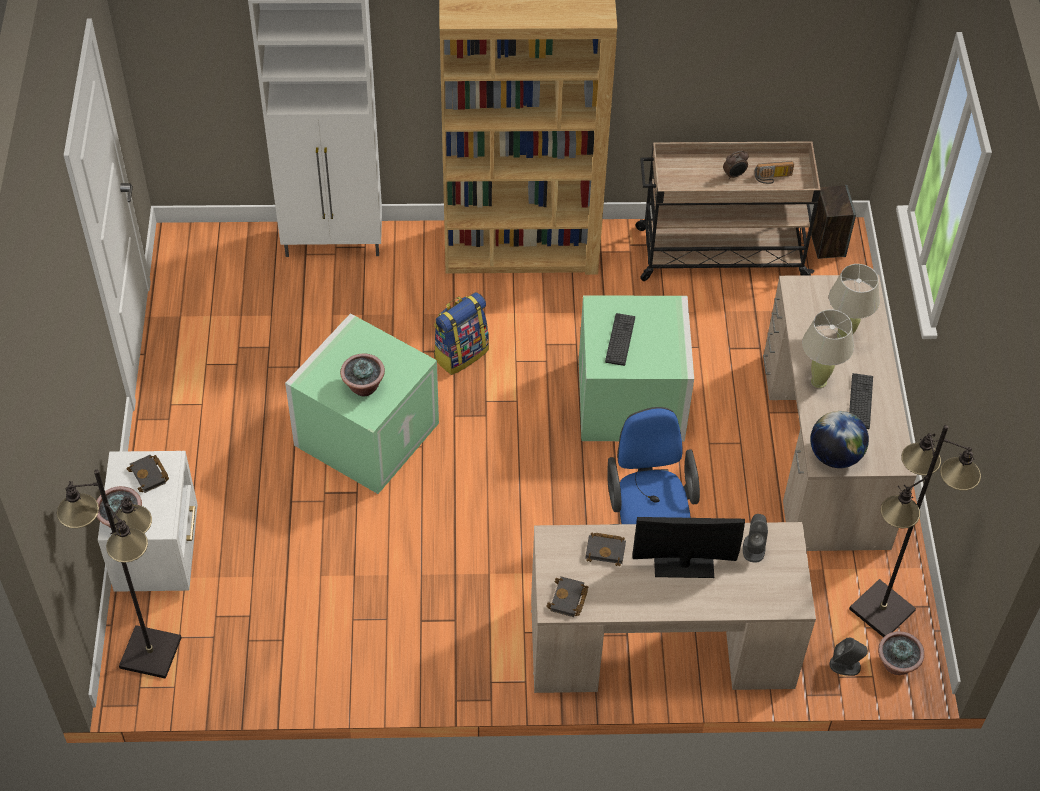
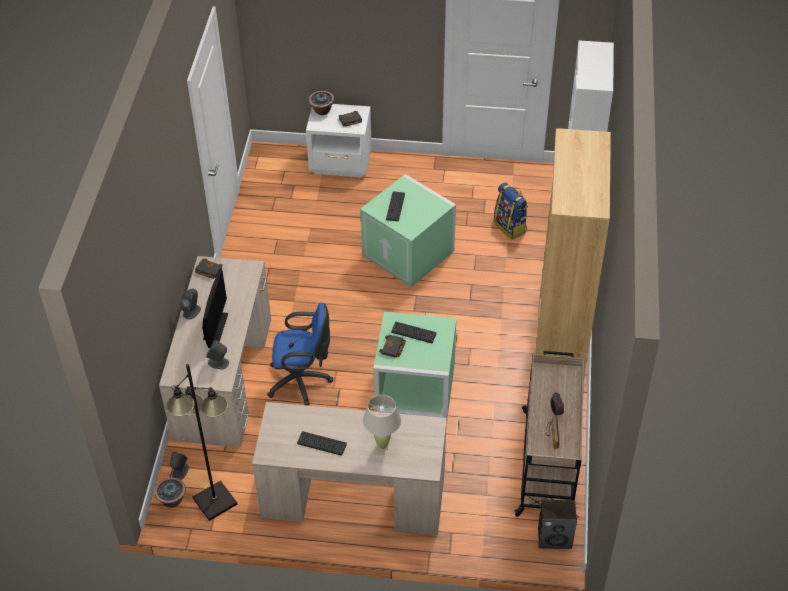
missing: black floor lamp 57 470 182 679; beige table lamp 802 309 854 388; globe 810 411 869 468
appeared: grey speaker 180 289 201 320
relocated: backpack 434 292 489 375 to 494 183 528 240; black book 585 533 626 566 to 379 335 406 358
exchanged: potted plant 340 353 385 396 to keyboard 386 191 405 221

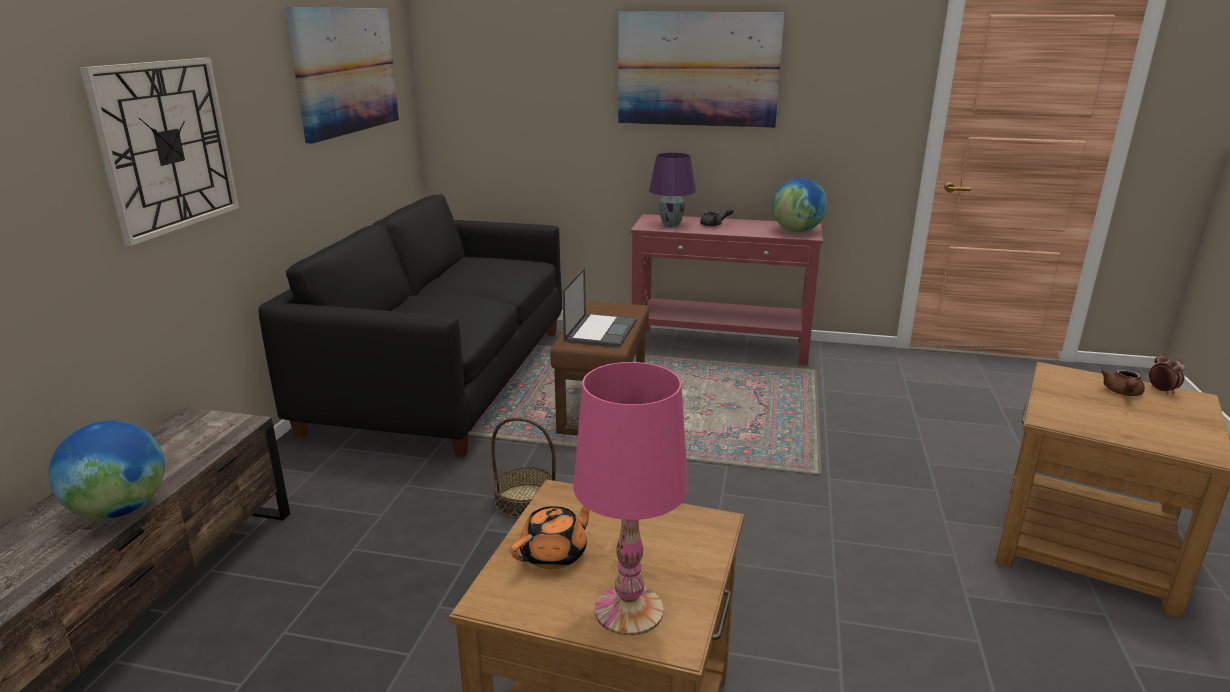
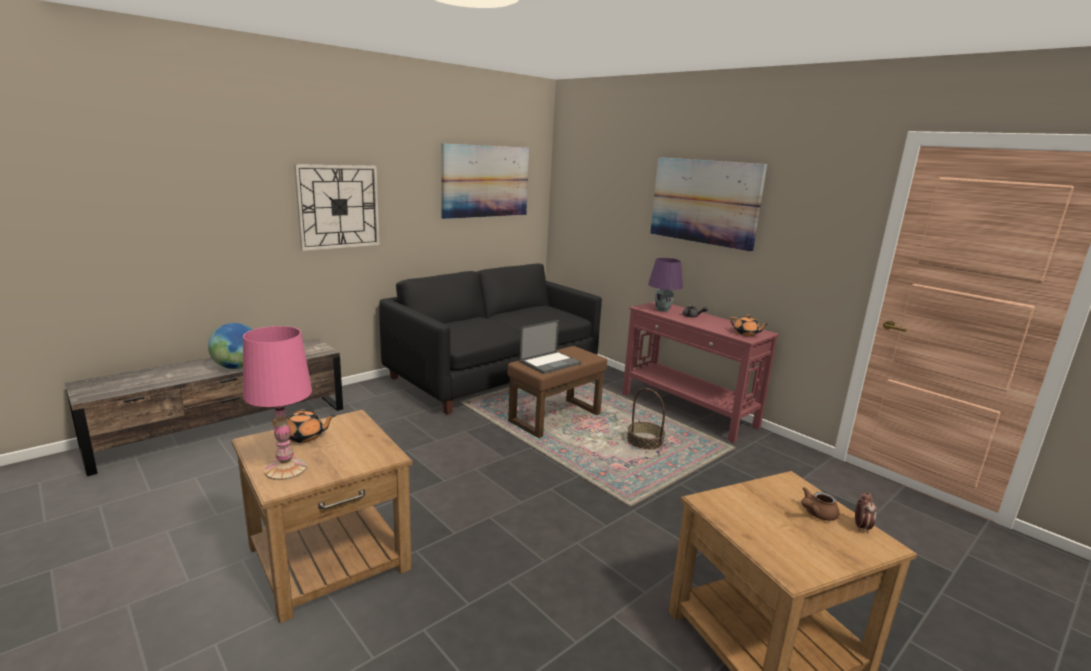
relocated: basket 491 417 556 519 to 627 388 665 450
exchanged: globe 772 178 827 232 to orange teapot 730 315 767 336

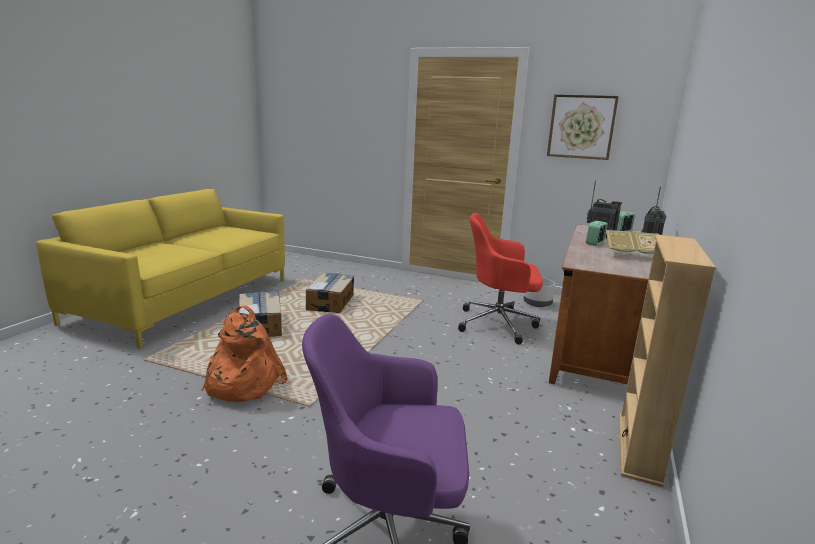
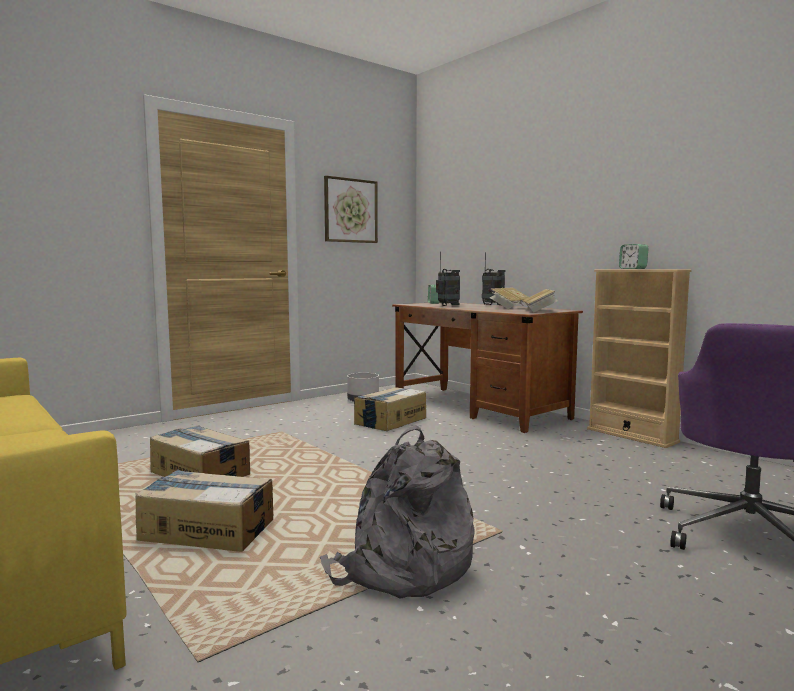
appeared: book 523 289 558 313
relocated: alarm clock 586 221 608 246 to 619 244 648 269
exchanged: red office chair 458 213 543 345 to cardboard box 354 387 426 431
colour: orange backpack 201 305 288 402 to grey backpack 320 425 474 599

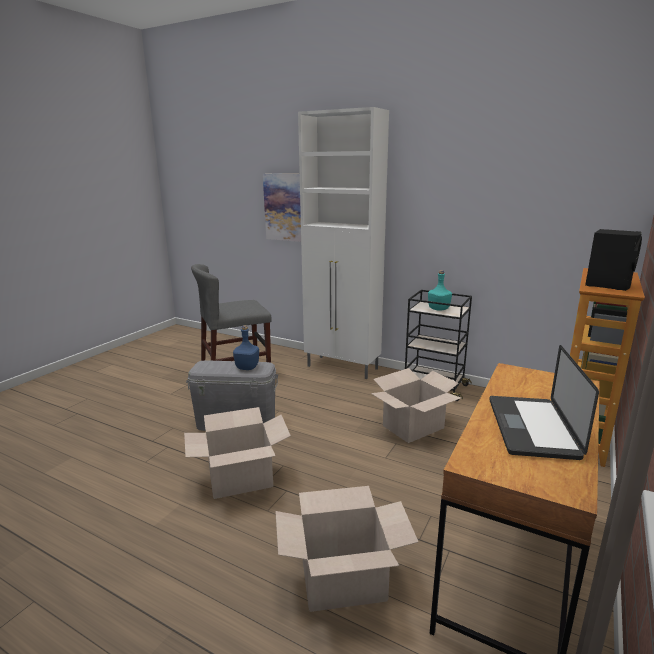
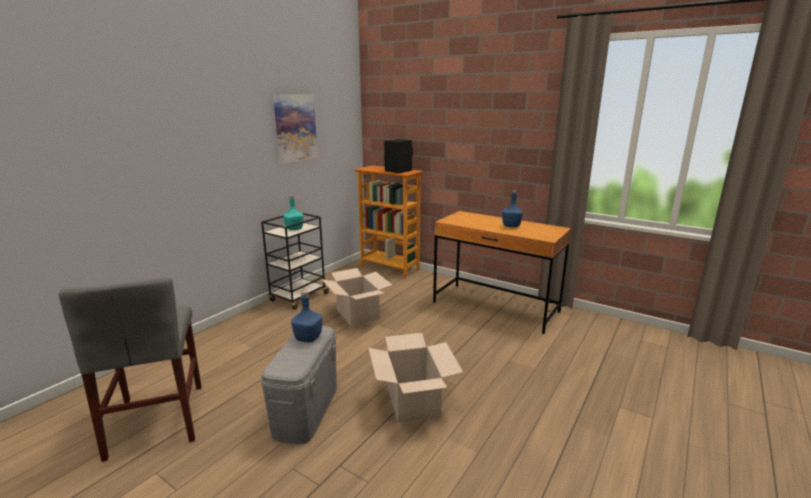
missing: cardboard box 275 486 418 612; white cabinet 298 107 389 379
relocated: picture 263 174 301 242 to 273 94 318 164
exchanged: laptop 489 345 599 460 to blue bottle 502 190 523 227

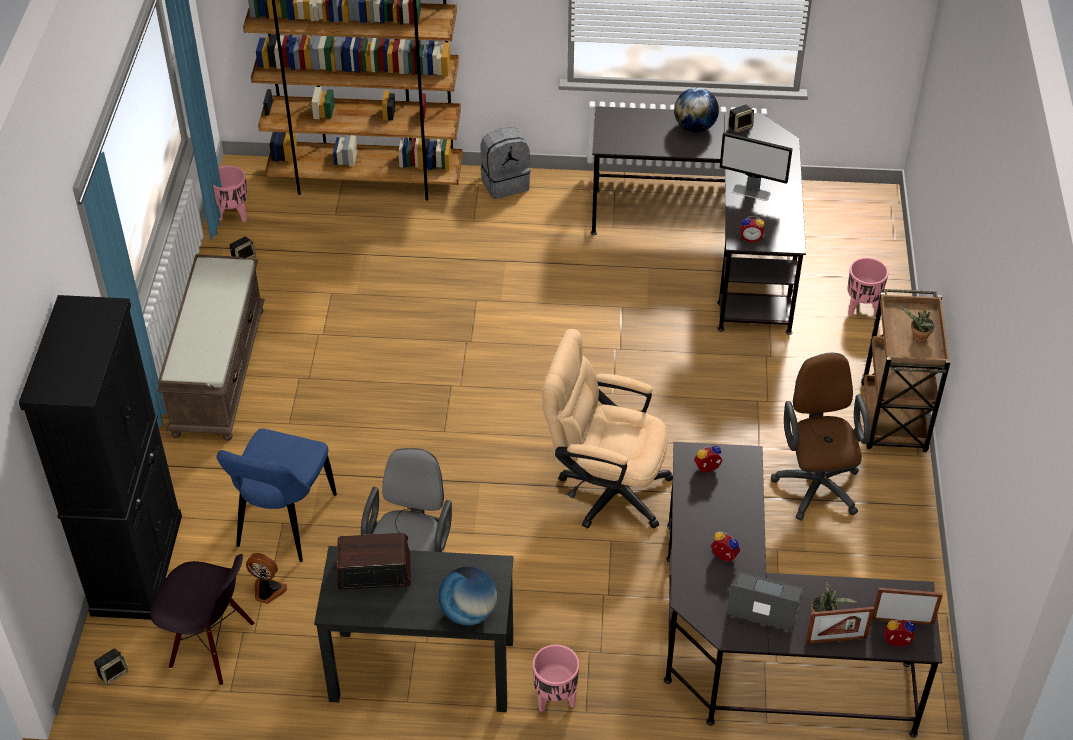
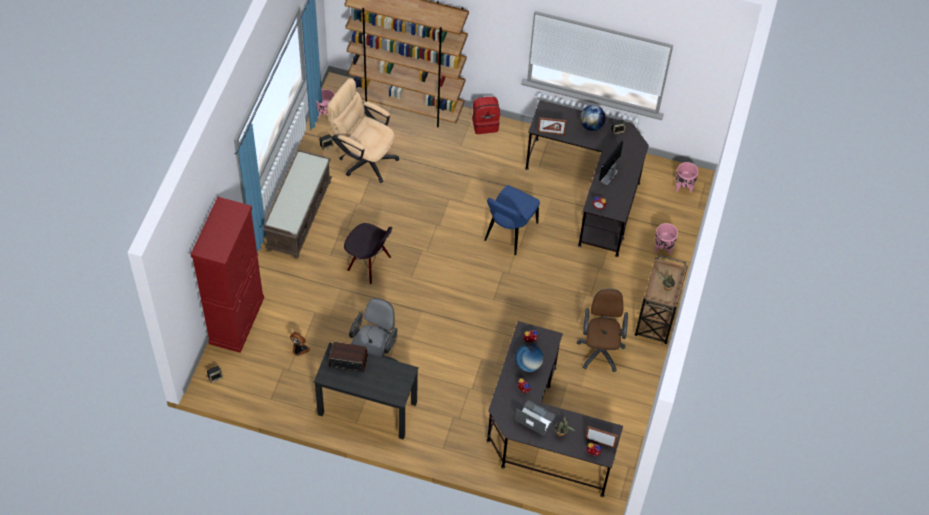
relocated: black chair 150 554 254 686 to 344 223 392 284; blue chair 217 428 337 562 to 484 185 540 255; globe 439 567 497 626 to 515 344 543 372; pink planter 532 644 579 712 to 675 162 699 193; beige office chair 542 329 673 529 to 327 78 399 183; picture frame 805 607 874 644 to 538 117 567 135
colour: black cabinet 19 295 182 620 to red cabinet 190 197 264 353; grey backpack 481 127 531 199 to red backpack 472 97 500 134
spun: monitor 719 132 792 201 = 599 140 623 185 90 degrees clockwise

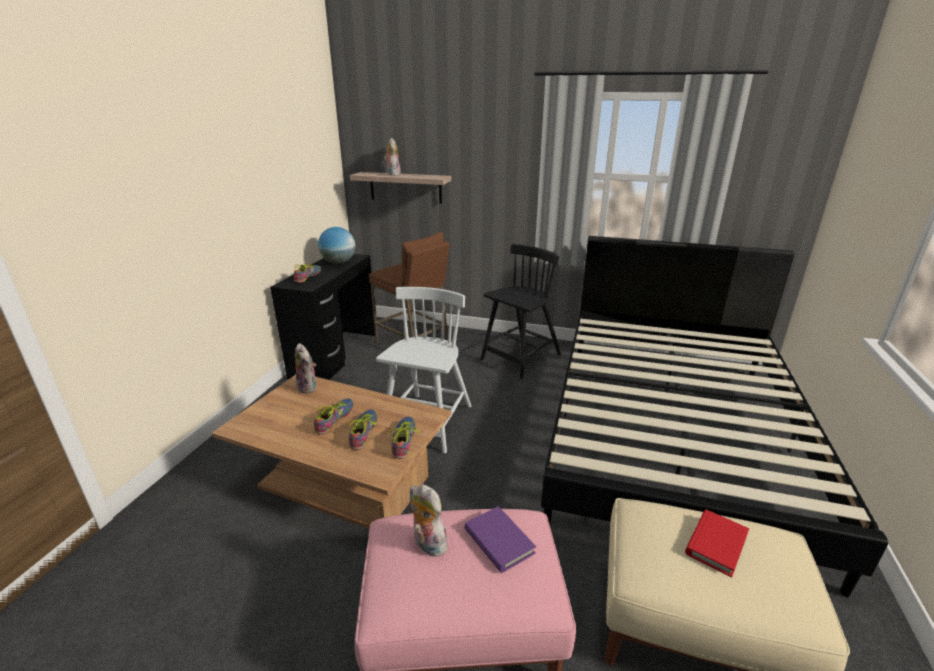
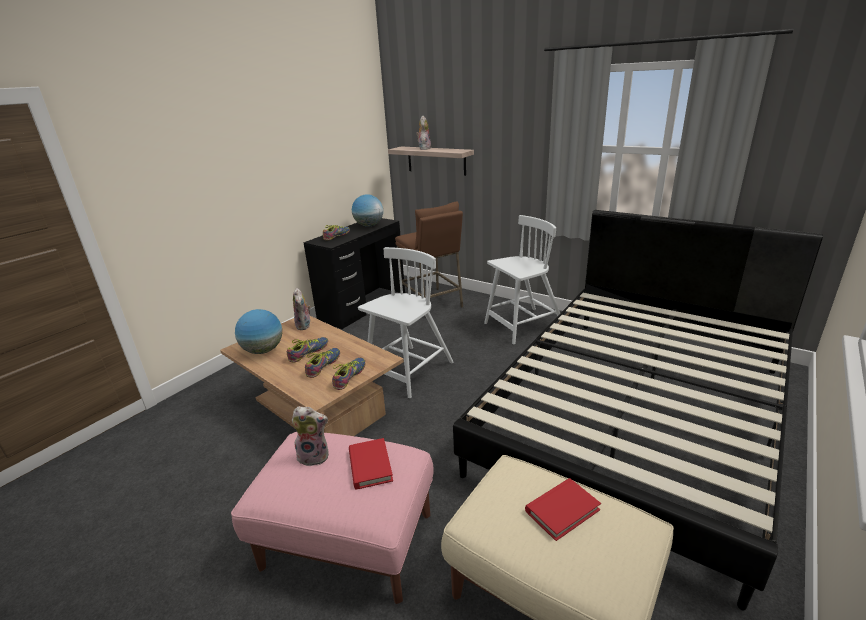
appeared: globe 235 309 282 354
colour: purple book 464 506 536 573 to red book 349 438 393 490; black chair 481 244 561 379 to white chair 484 215 560 345
spun: plush toy 410 484 448 557 = 292 406 329 466 120 degrees clockwise

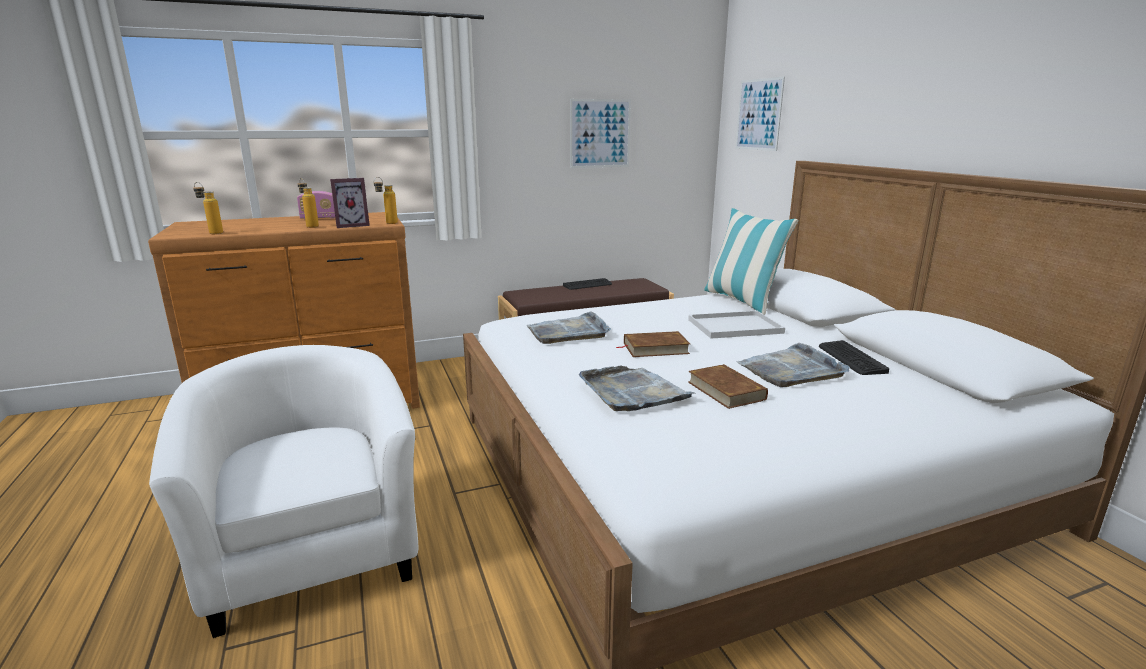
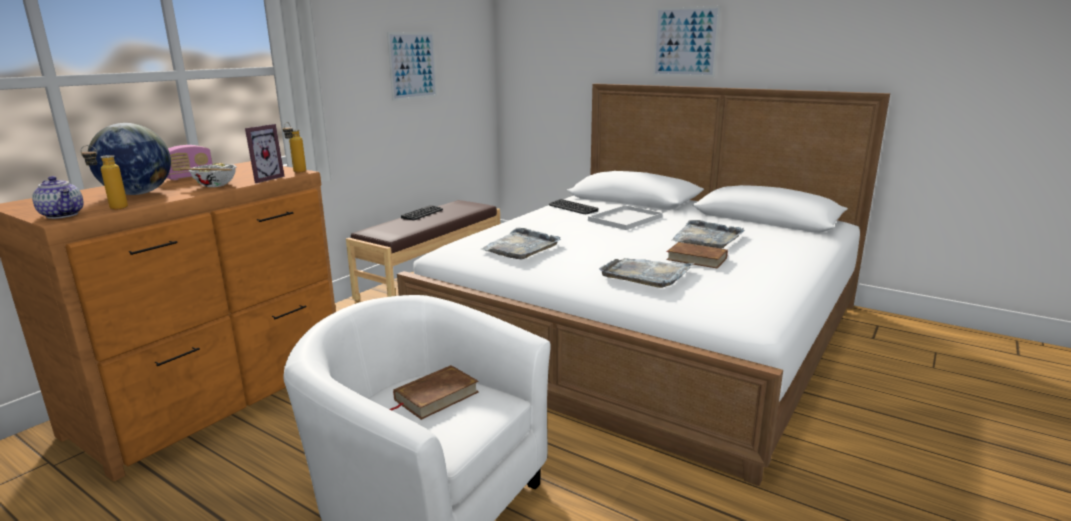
missing: pillow 704 208 798 315
appeared: teapot 32 176 84 219; globe 88 123 171 195
relocated: brown book 616 331 690 357 to 389 365 479 420; picture 736 77 785 151 to 653 6 721 77; keyboard 819 340 889 375 to 549 199 598 214
exchanged: bottle 298 178 319 228 to bowl 180 163 237 187

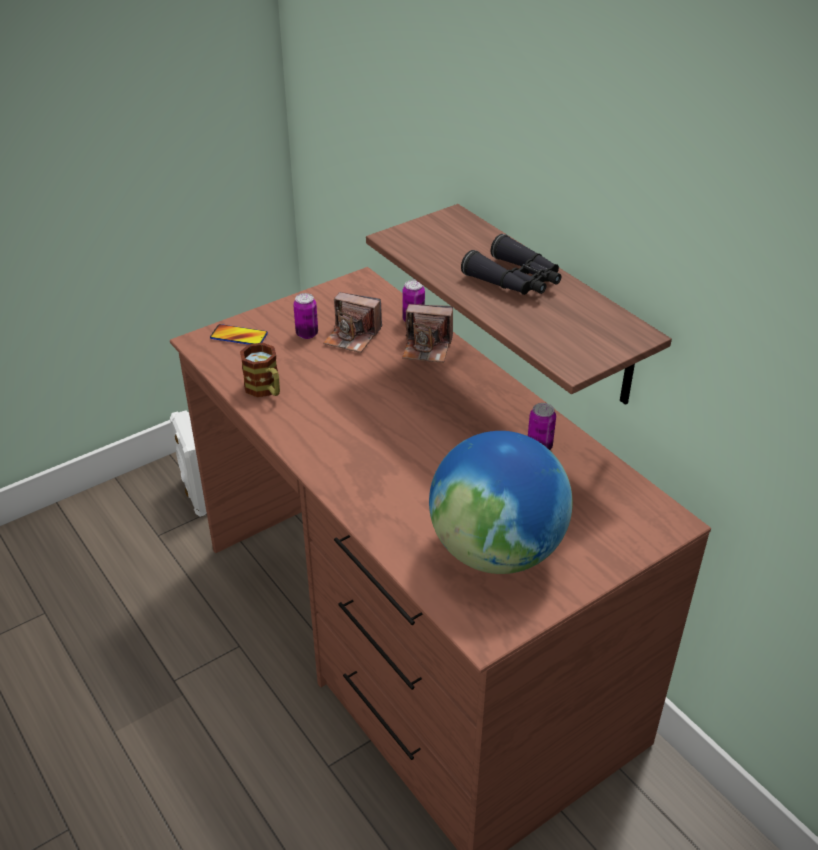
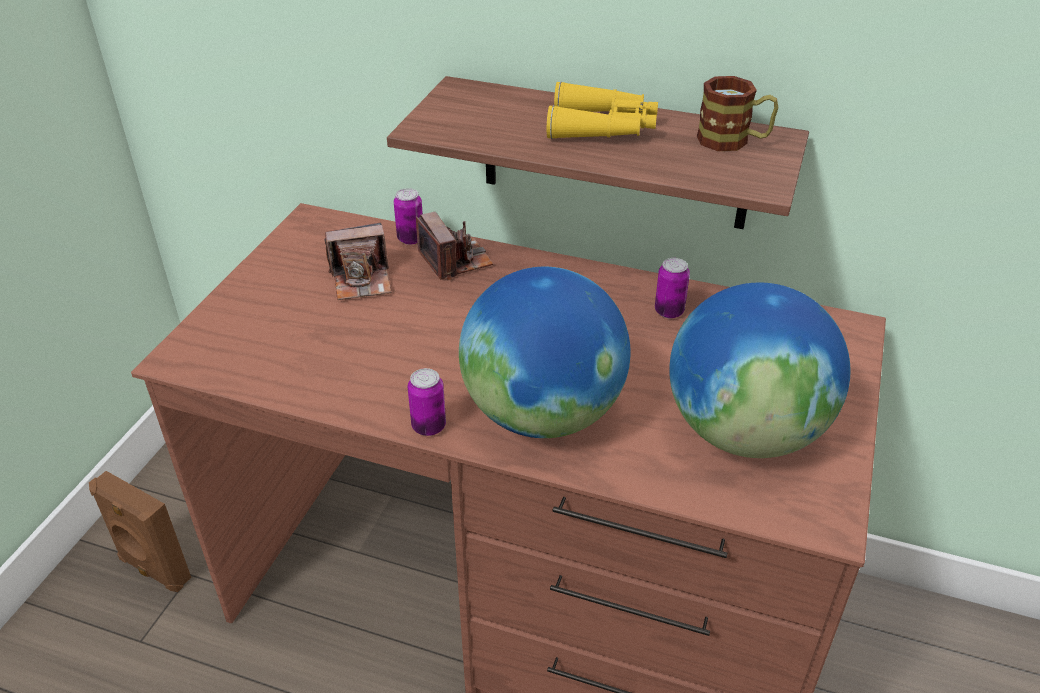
missing: phone 210 324 268 345
appeared: globe 459 267 630 438
relocated: mug 240 343 280 397 to 697 76 779 151; can 293 293 318 339 to 408 368 446 436
colour: white speaker 170 410 207 517 to brown speaker 89 471 191 592; black binoculars 461 234 562 295 to yellow binoculars 547 81 658 139
spun: photo camera 402 304 453 363 = 416 212 493 280 90 degrees counterclockwise

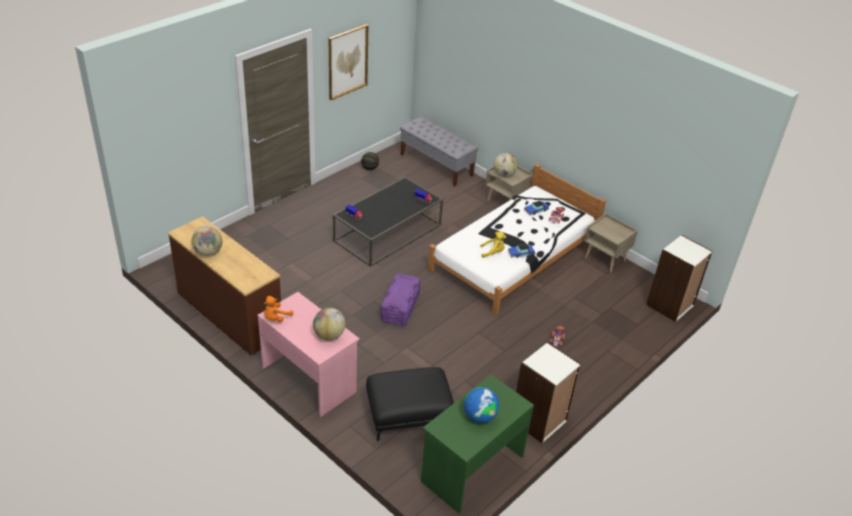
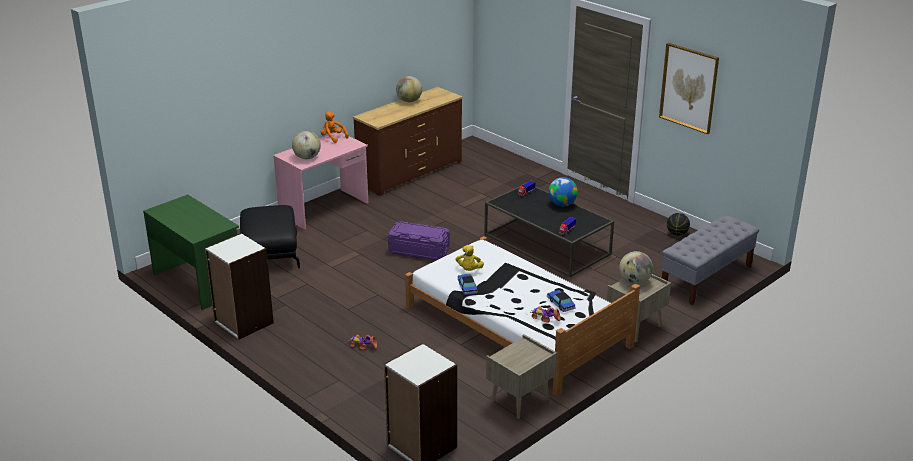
relocated: globe 464 387 499 423 to 548 177 578 206

